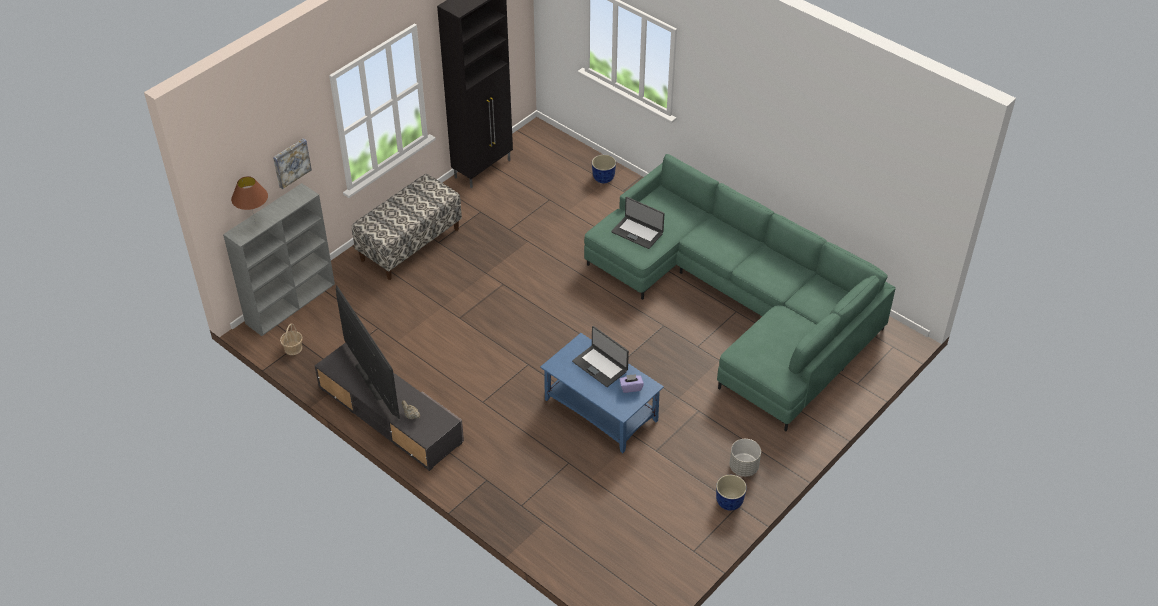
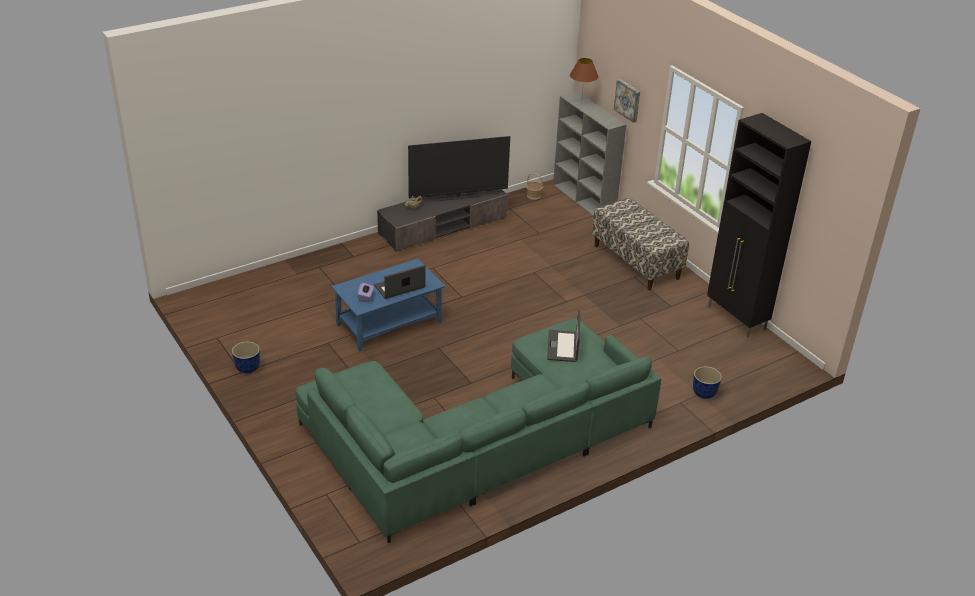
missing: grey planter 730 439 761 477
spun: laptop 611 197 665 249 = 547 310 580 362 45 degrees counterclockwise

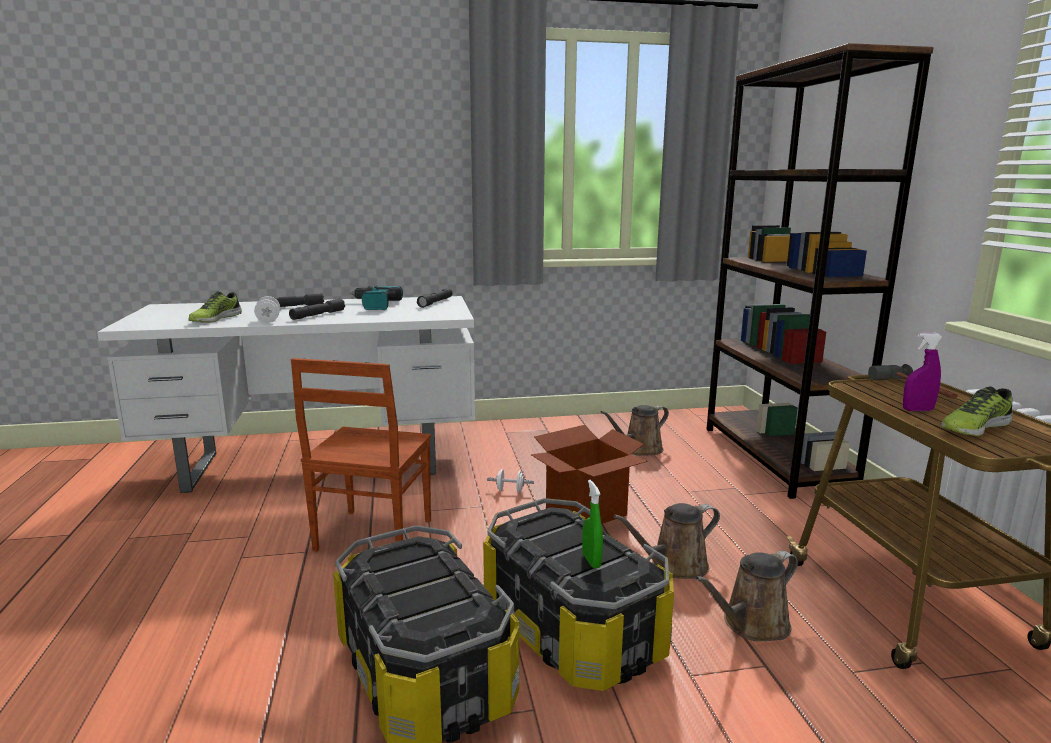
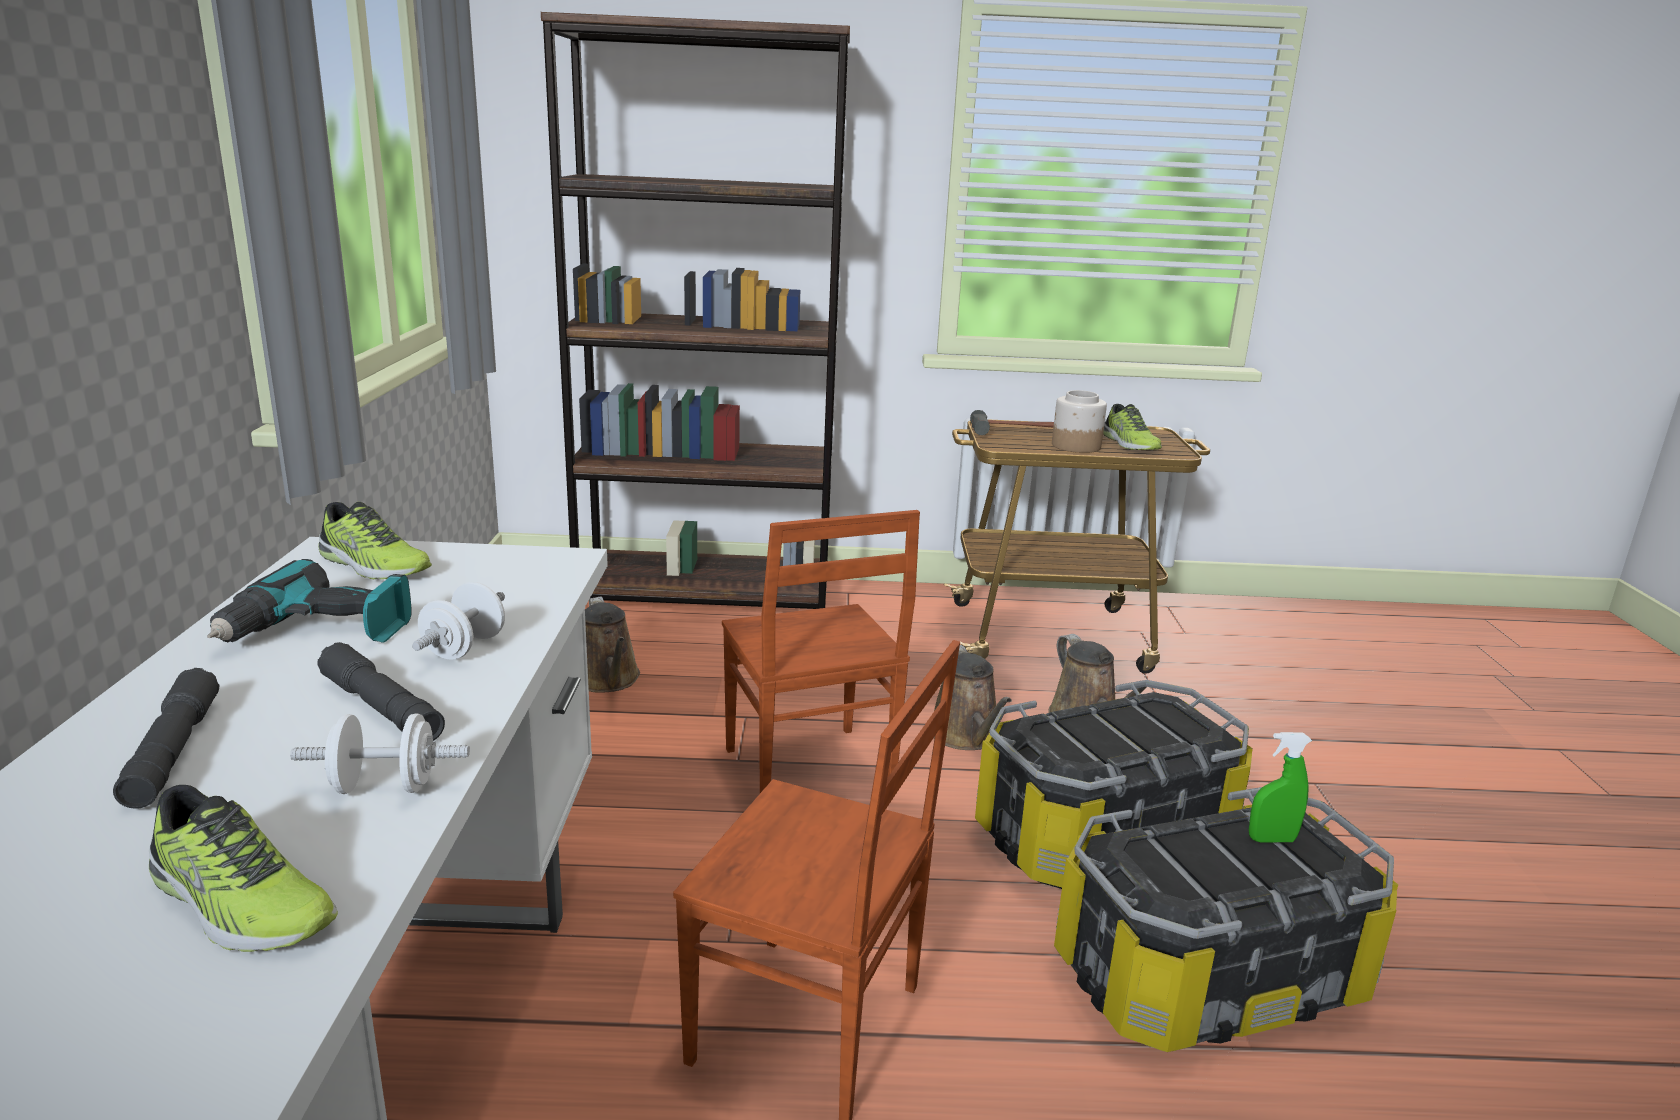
relocated: white dumbbell 487 469 534 493 to 412 582 505 660; green spray bottle 582 480 603 568 to 1249 732 1312 843
exchanged: grey flashlight 417 288 452 308 to shoe 318 502 432 579; cardboard box 531 425 647 524 to brown chair 722 510 920 793; purple spray bottle 903 333 943 411 to jar 1052 390 1107 453

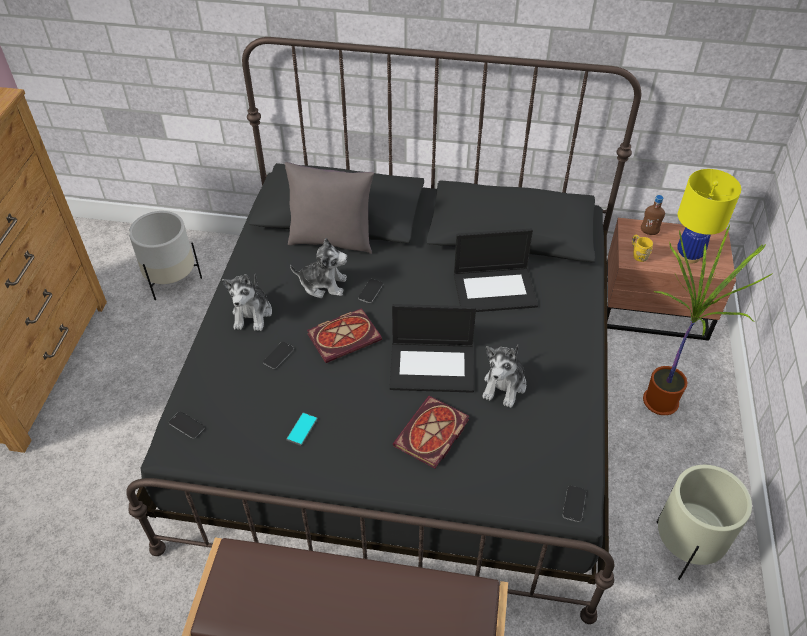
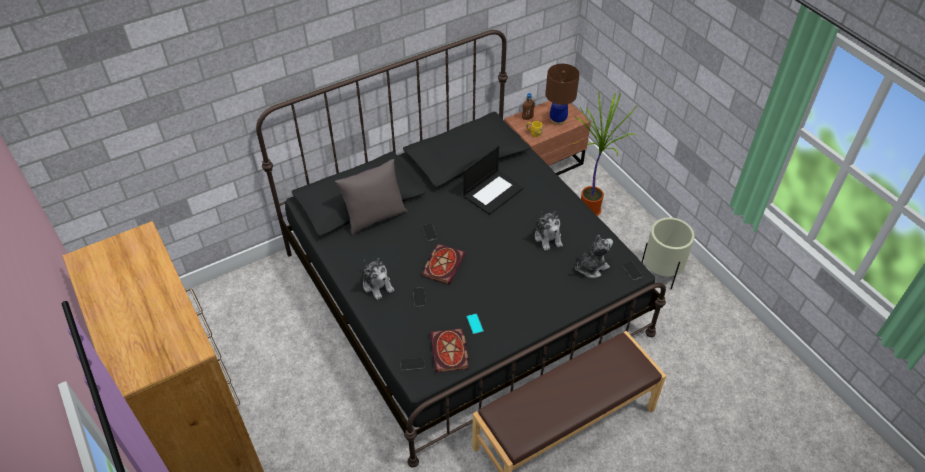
missing: white planter 129 211 202 300; laptop 389 304 476 393
relocated: plush toy 290 238 347 298 to 575 235 613 278; book 393 396 469 469 to 430 328 469 373
colour: yellow table lamp 677 169 741 263 to brown table lamp 545 64 580 125

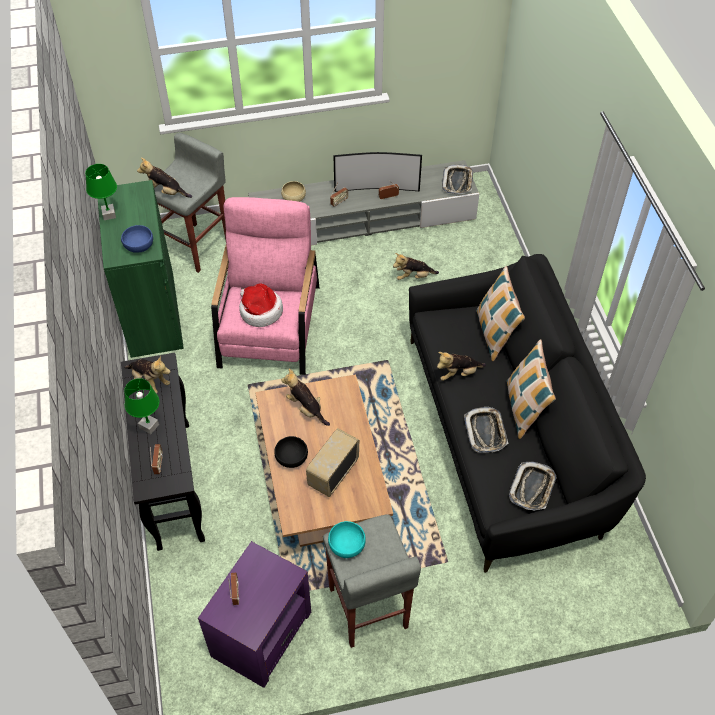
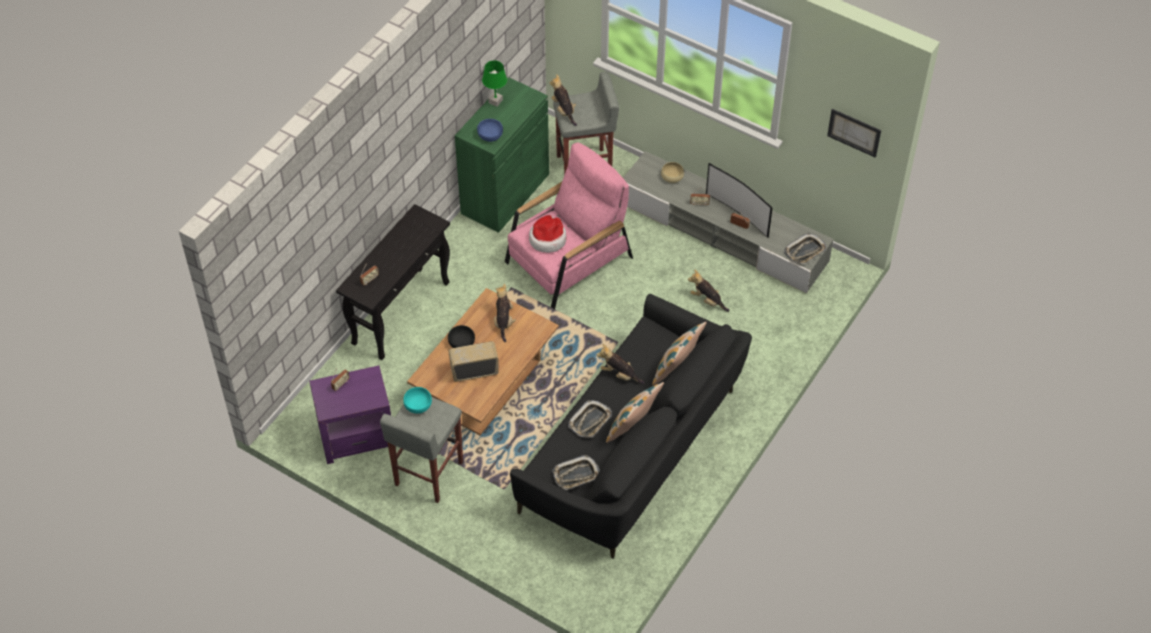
missing: plush toy 124 355 171 394; green table lamp 124 378 159 434
appeared: picture 827 109 881 158

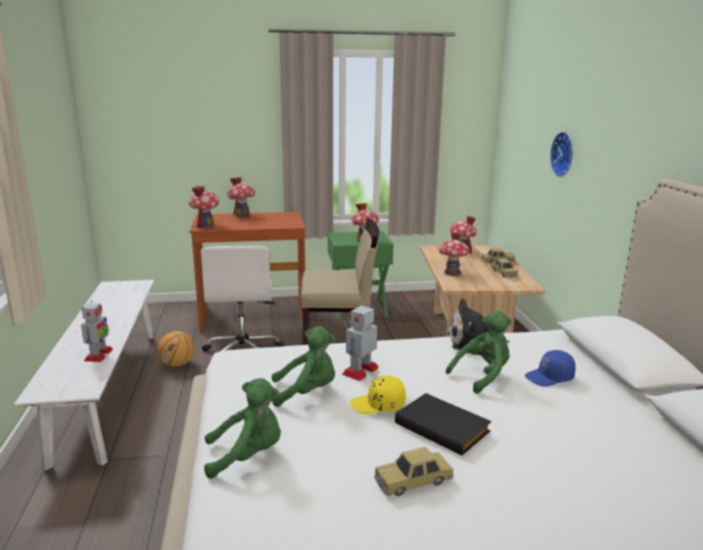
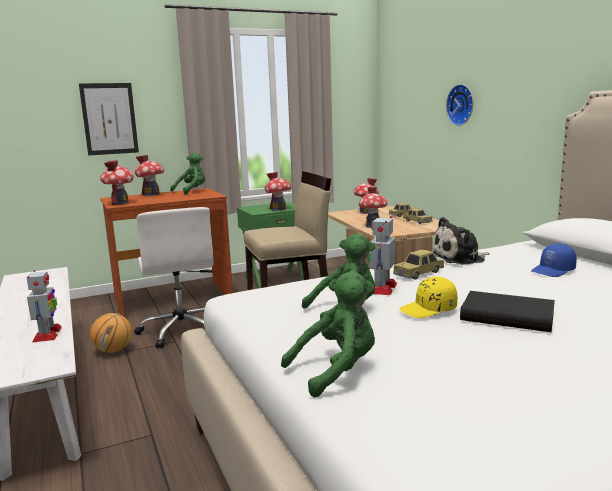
appeared: picture 79 83 139 155
relocated: toy car 374 447 453 496 to 393 250 444 280; green plush toy 446 311 512 394 to 170 152 205 195

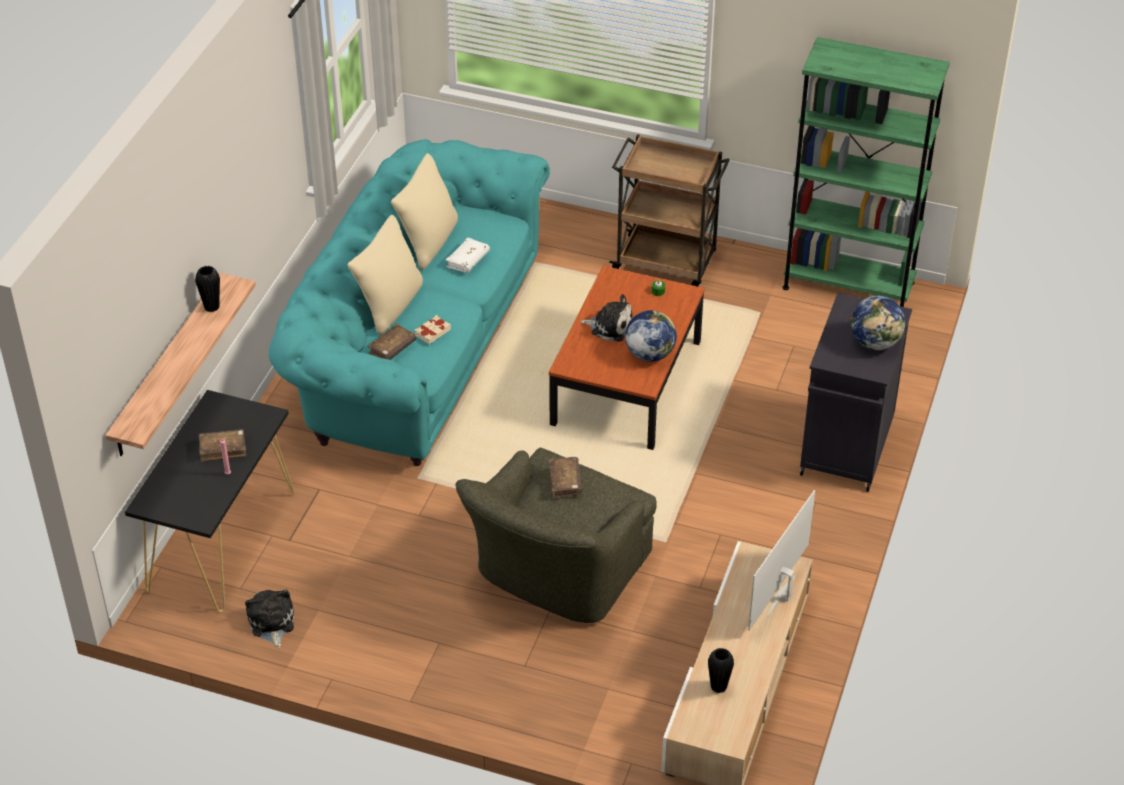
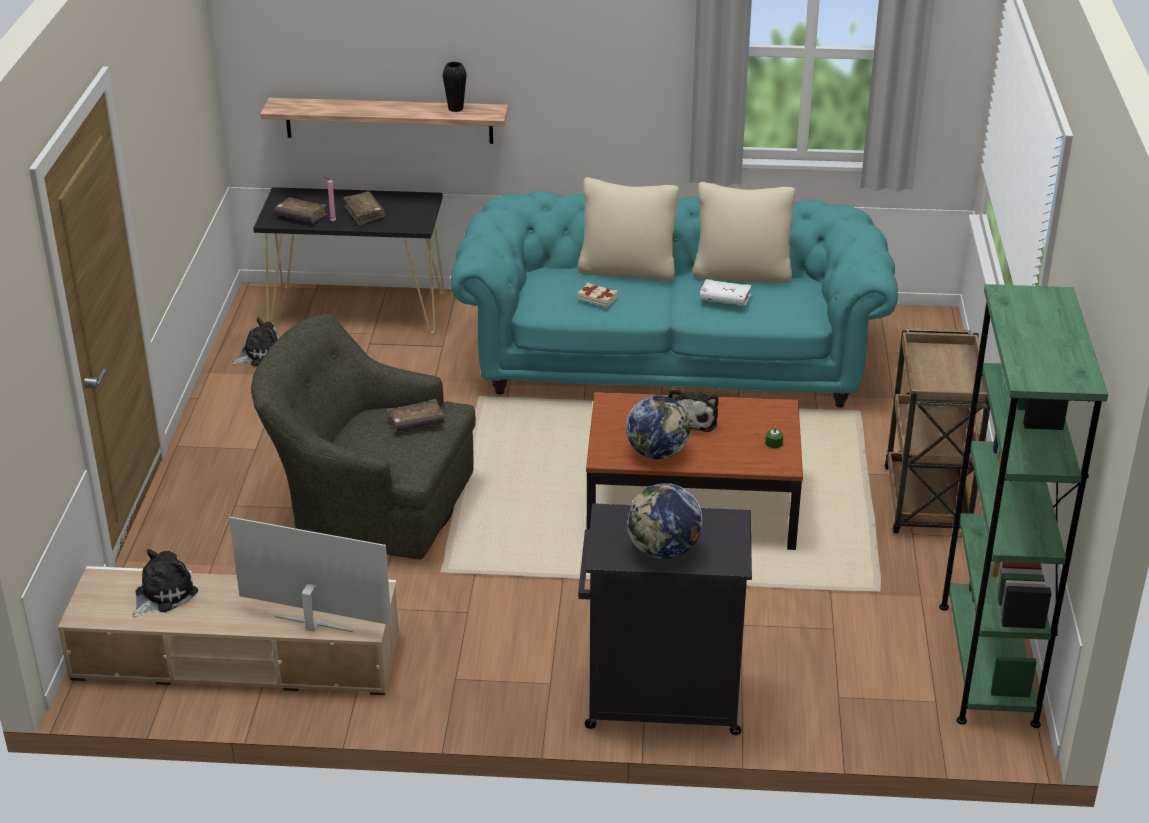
relocated: brown book 367 324 416 360 to 275 197 328 223
exchanged: black vase 708 648 734 693 to plush toy 132 549 198 618

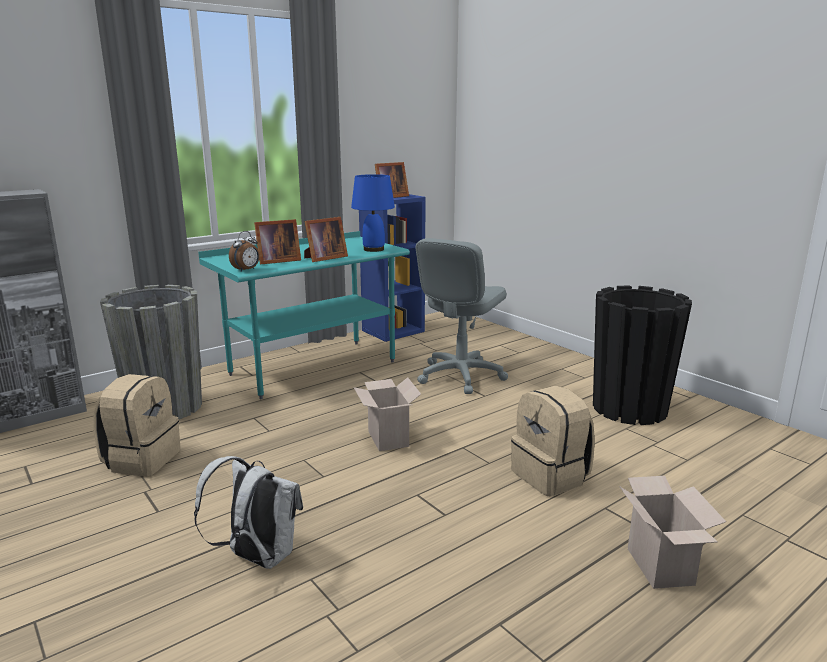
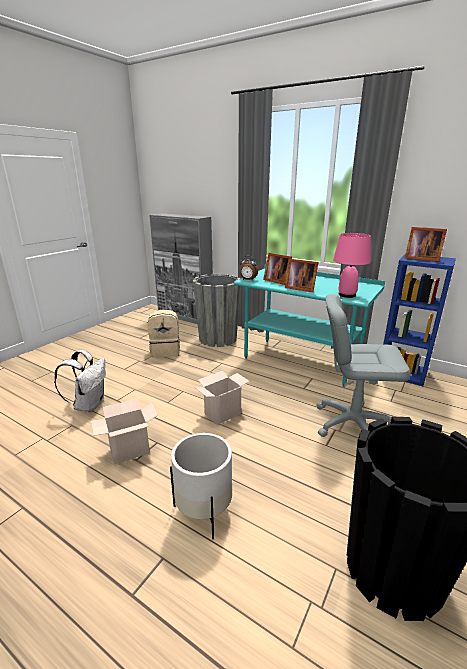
relocated: cardboard box 620 476 726 589 to 91 398 158 464
exchanged: beige backpack 511 386 595 497 to white planter 170 433 232 539
colour: blue table lamp 351 174 395 252 to pink table lamp 333 233 371 298

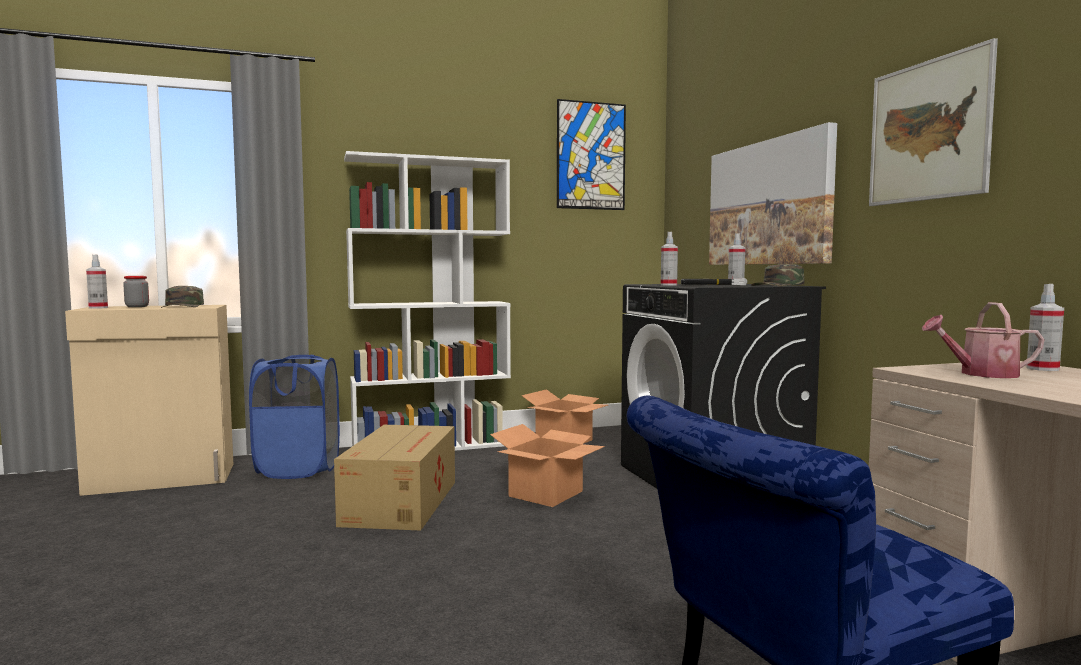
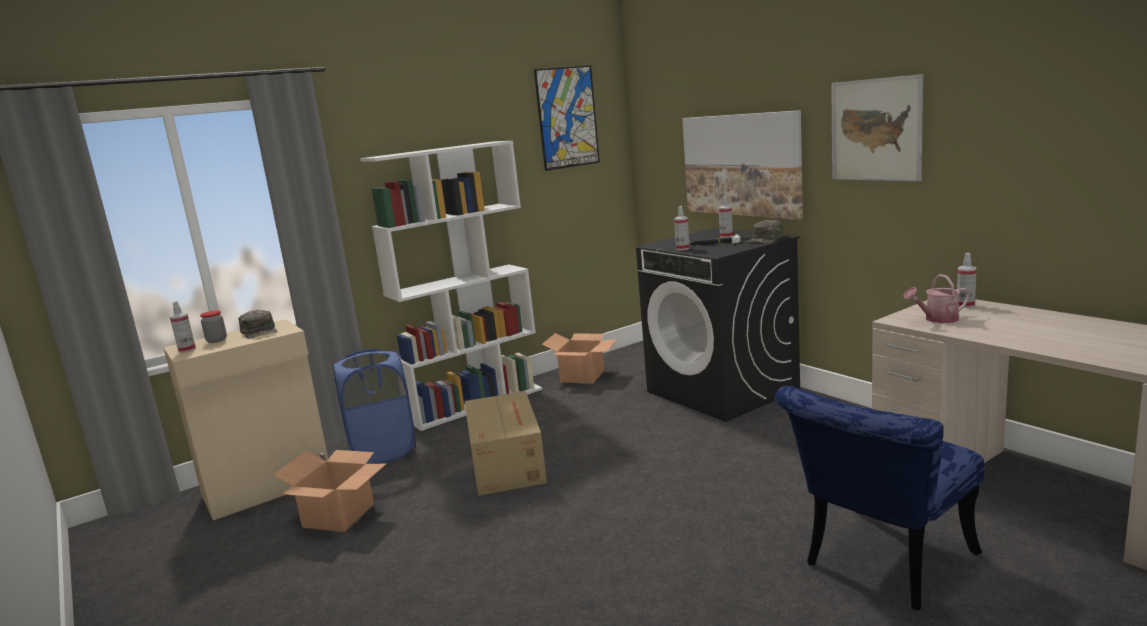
relocated: cardboard box 490 424 605 507 to 273 450 386 532

